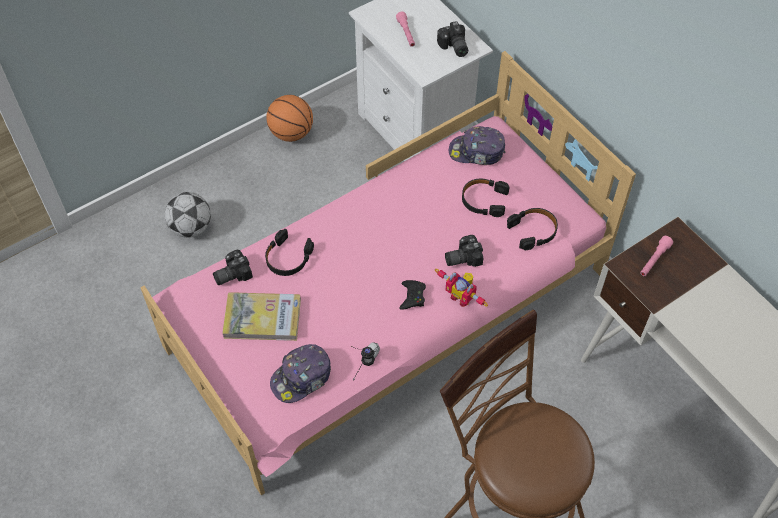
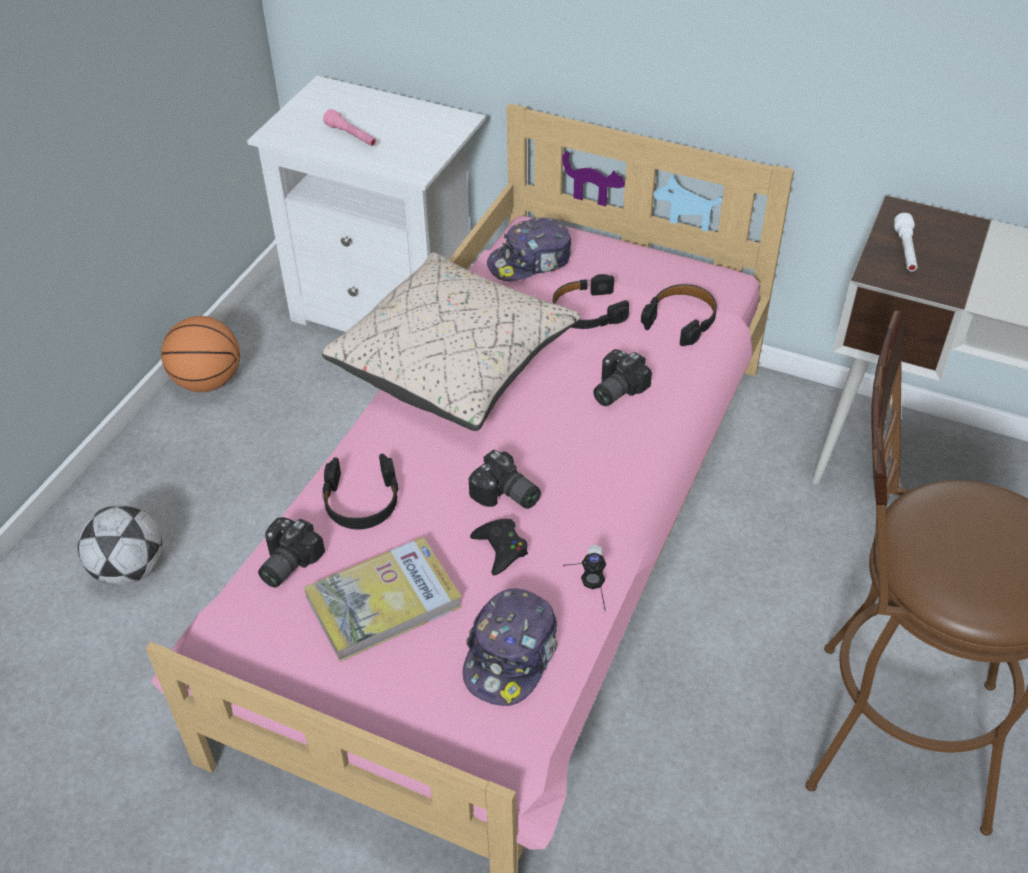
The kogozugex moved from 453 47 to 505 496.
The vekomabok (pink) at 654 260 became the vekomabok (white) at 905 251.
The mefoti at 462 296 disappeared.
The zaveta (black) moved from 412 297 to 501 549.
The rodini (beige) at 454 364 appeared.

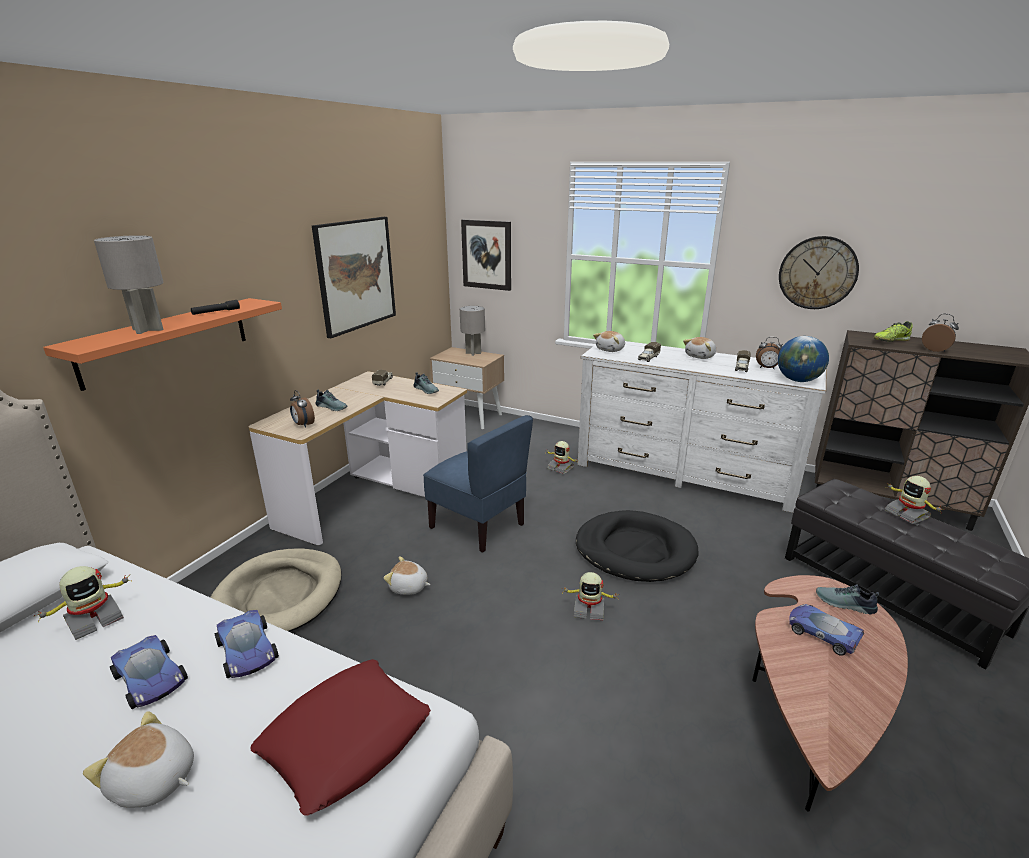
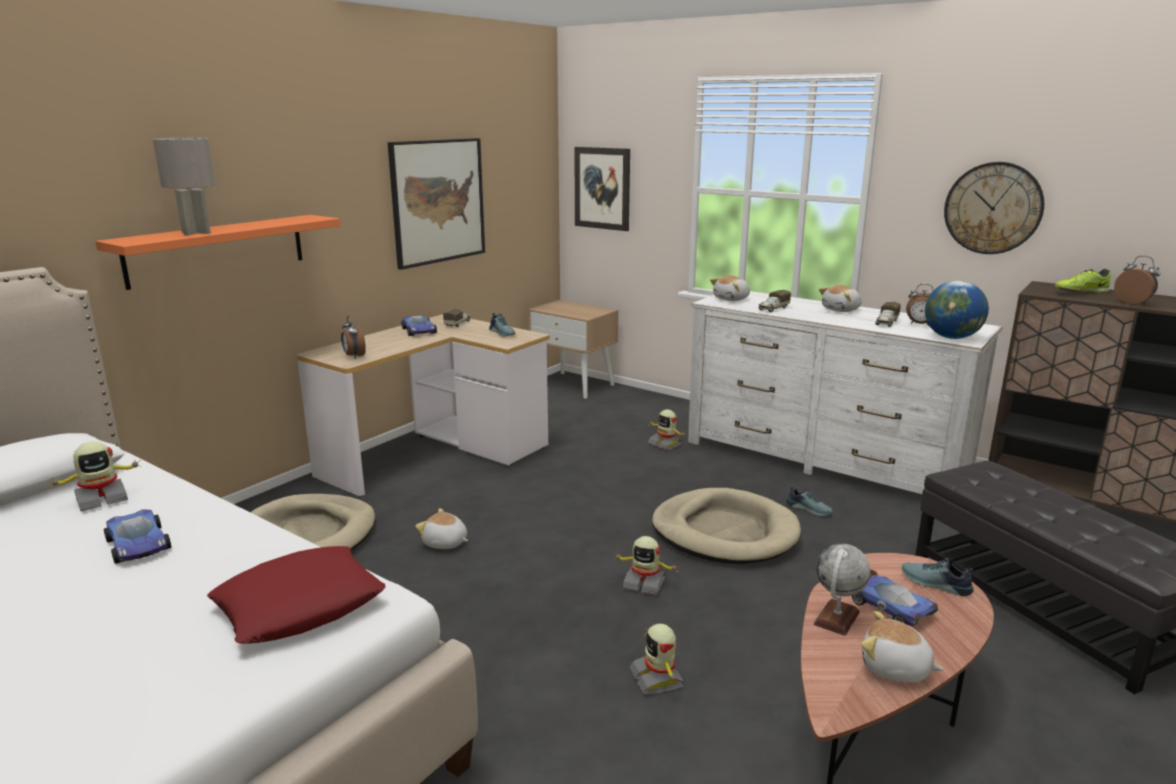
The vekomabok (black) at 216 312 disappeared.
The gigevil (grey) at 473 353 disappeared.
The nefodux moved from 332 407 to 809 509.
The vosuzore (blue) at 478 525 disappeared.
The mefoti moved from 907 514 to 658 678.
The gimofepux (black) at 635 550 became the gimofepux (beige) at 724 532.
The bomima moved from 247 651 to 419 331.
The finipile moved from 153 781 to 895 669.
The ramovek at 836 618 appeared.

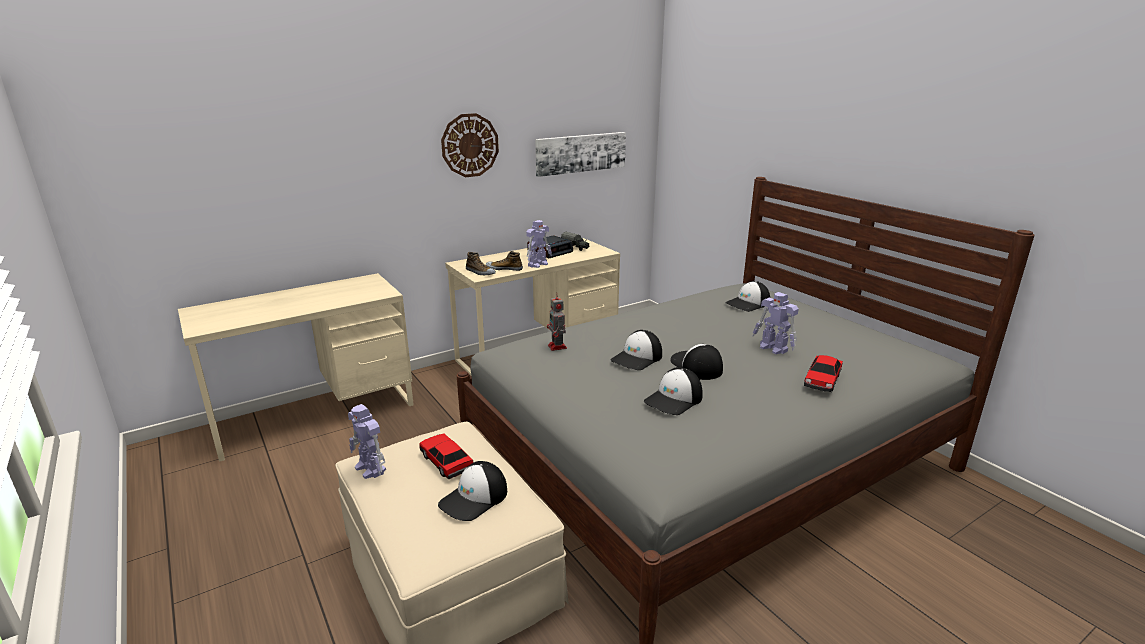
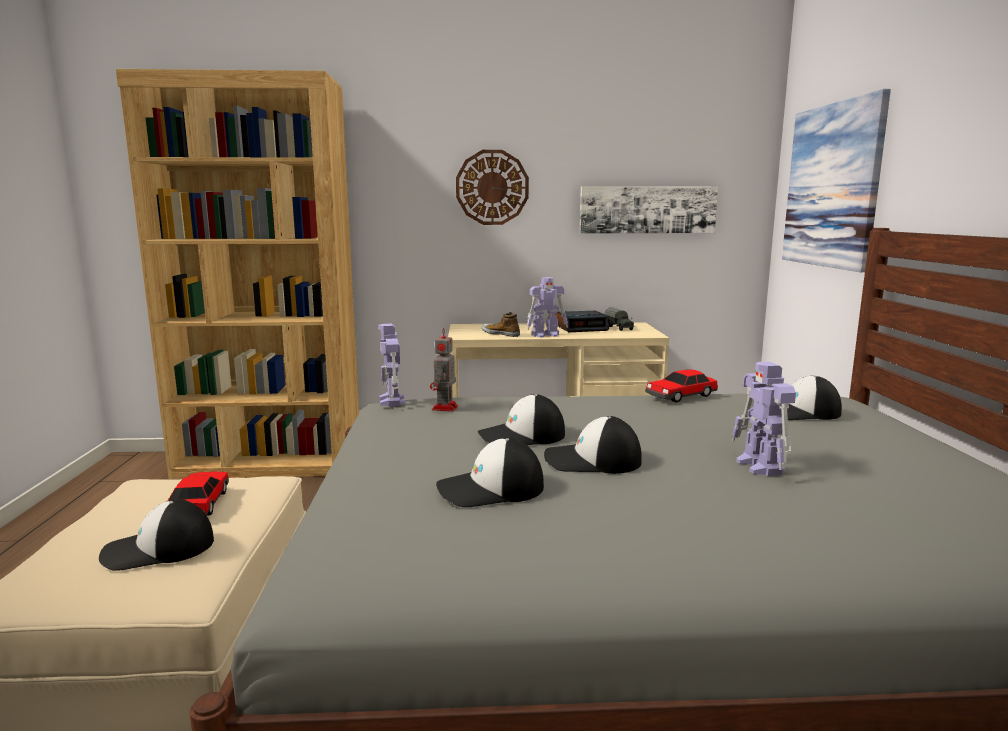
The nefodux at 480 272 disappeared.
The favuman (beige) at 315 413 was replaced by the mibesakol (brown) at 270 464.
The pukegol at 696 366 turned 90 degrees counterclockwise.
The bomima moved from 822 380 to 680 396.
The mefoti moved from 370 469 to 392 401.
The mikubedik at 832 186 appeared.

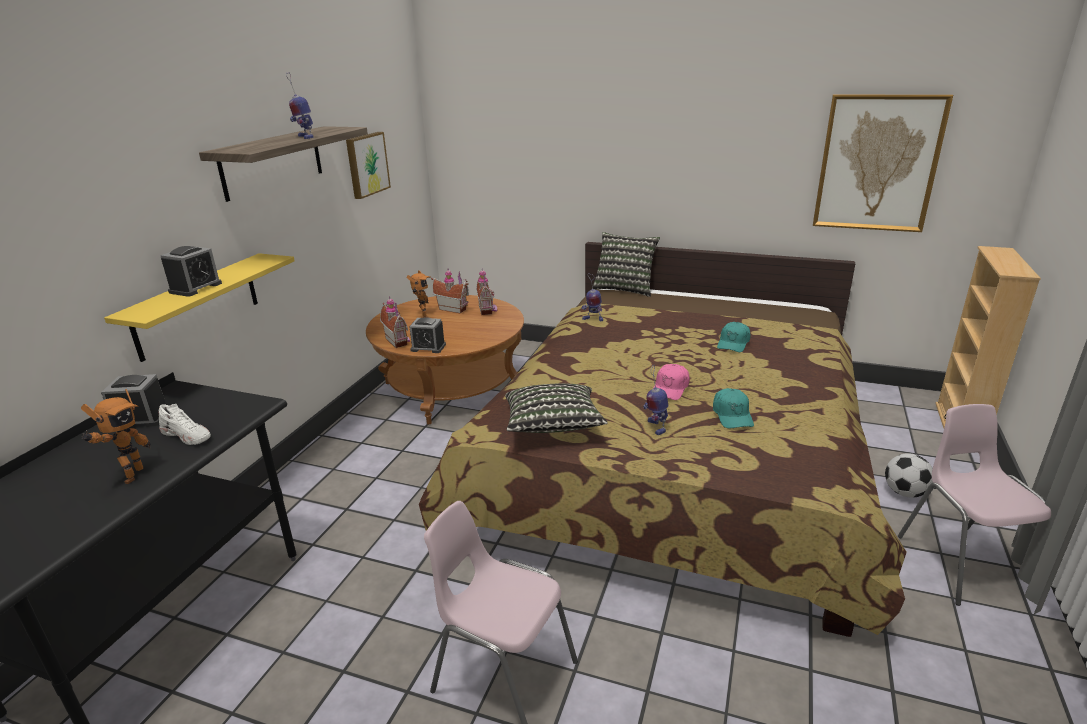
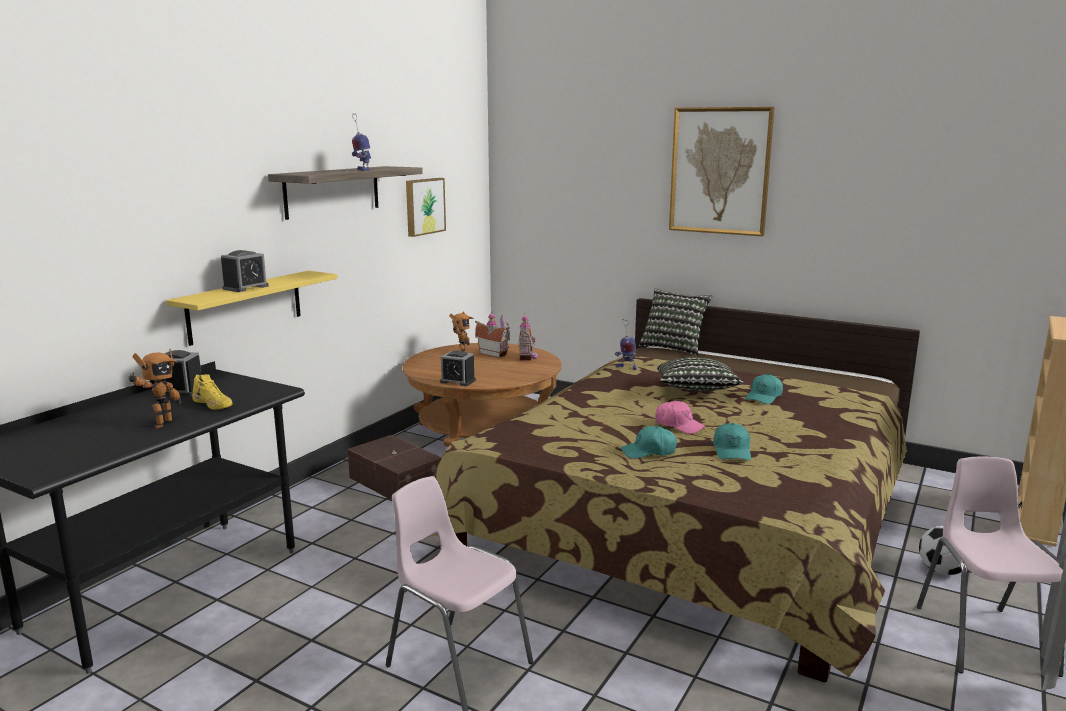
The mikubedik moved from 877 163 to 720 171.
The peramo at 398 341 disappeared.
The mefoti at 655 427 was replaced by the pukegol (turquoise) at 649 452.
The pukegol (pink) at 670 388 turned 90 degrees counterclockwise.
The rodini moved from 552 426 to 696 391.
The nefodux (white) at 187 435 became the nefodux (yellow) at 213 404.
The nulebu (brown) at 396 481 appeared.

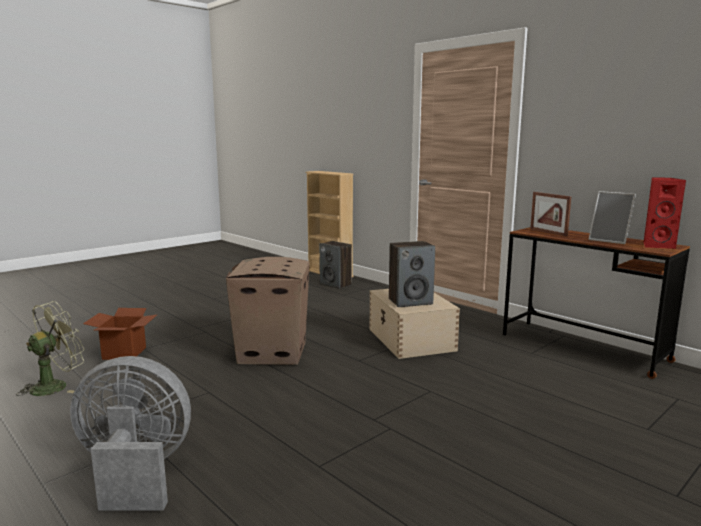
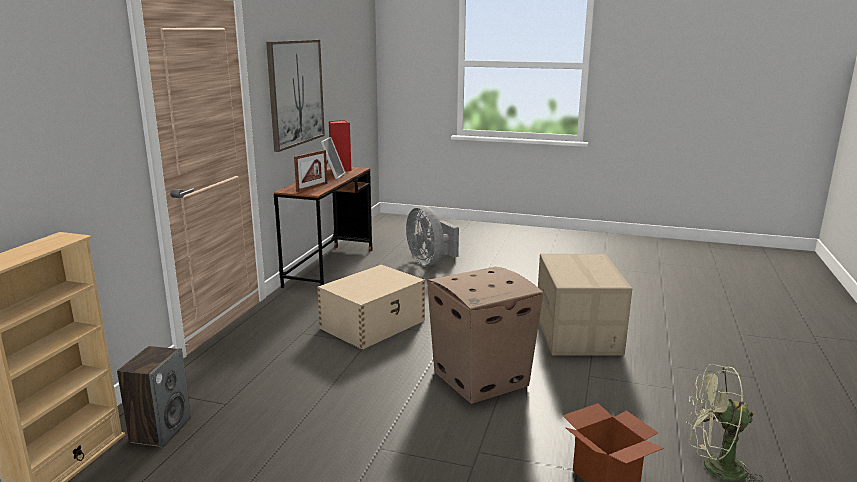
The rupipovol at 410 301 disappeared.
The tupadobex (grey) moved from 135 473 to 430 262.
The mikubedik at 295 93 appeared.
The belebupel at 578 333 appeared.

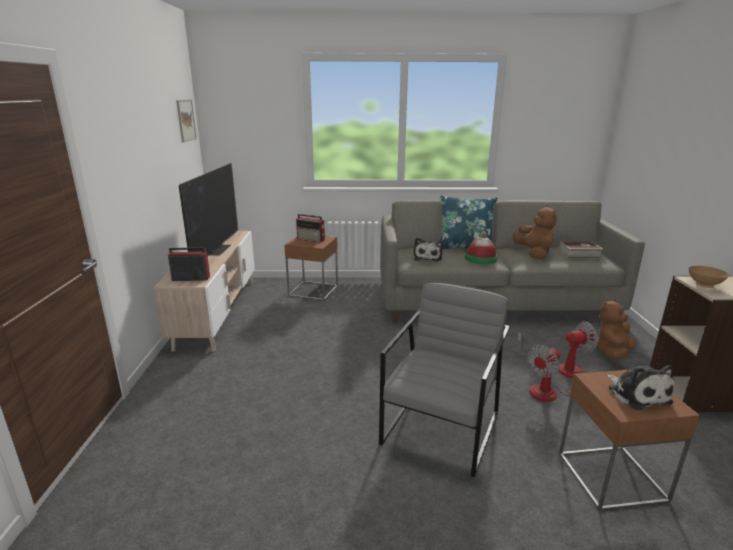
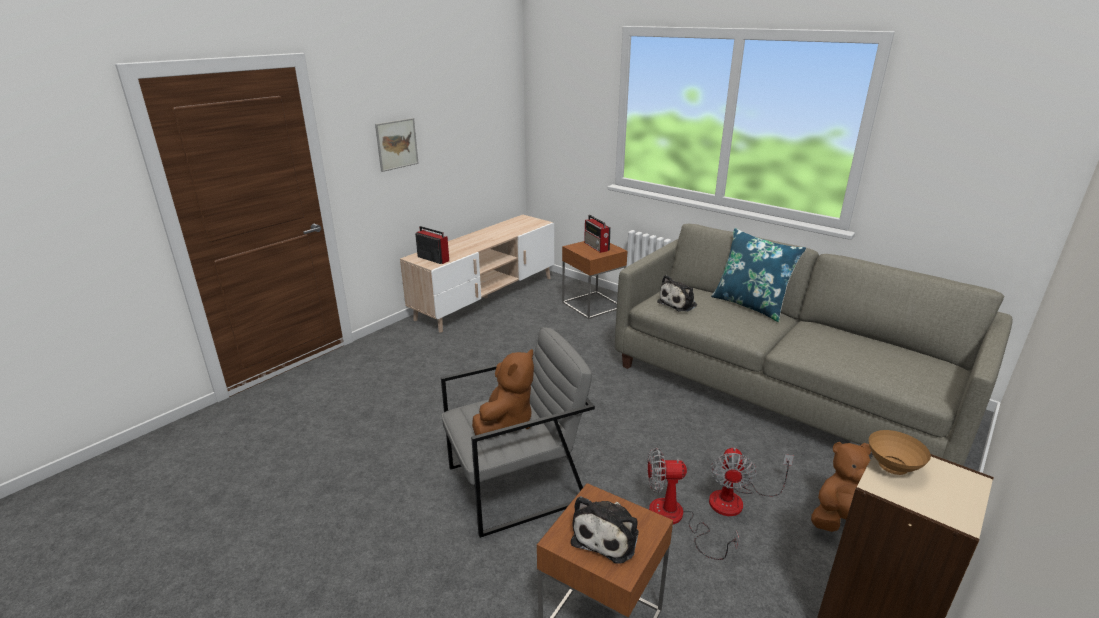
The mikubedik moved from 186 120 to 396 144.
The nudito at 216 249 disappeared.
The finipile (brown) moved from 533 254 to 506 422.
The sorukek at 480 259 disappeared.
The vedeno at 579 255 disappeared.
The tupadobex at 561 368 turned 75 degrees clockwise.

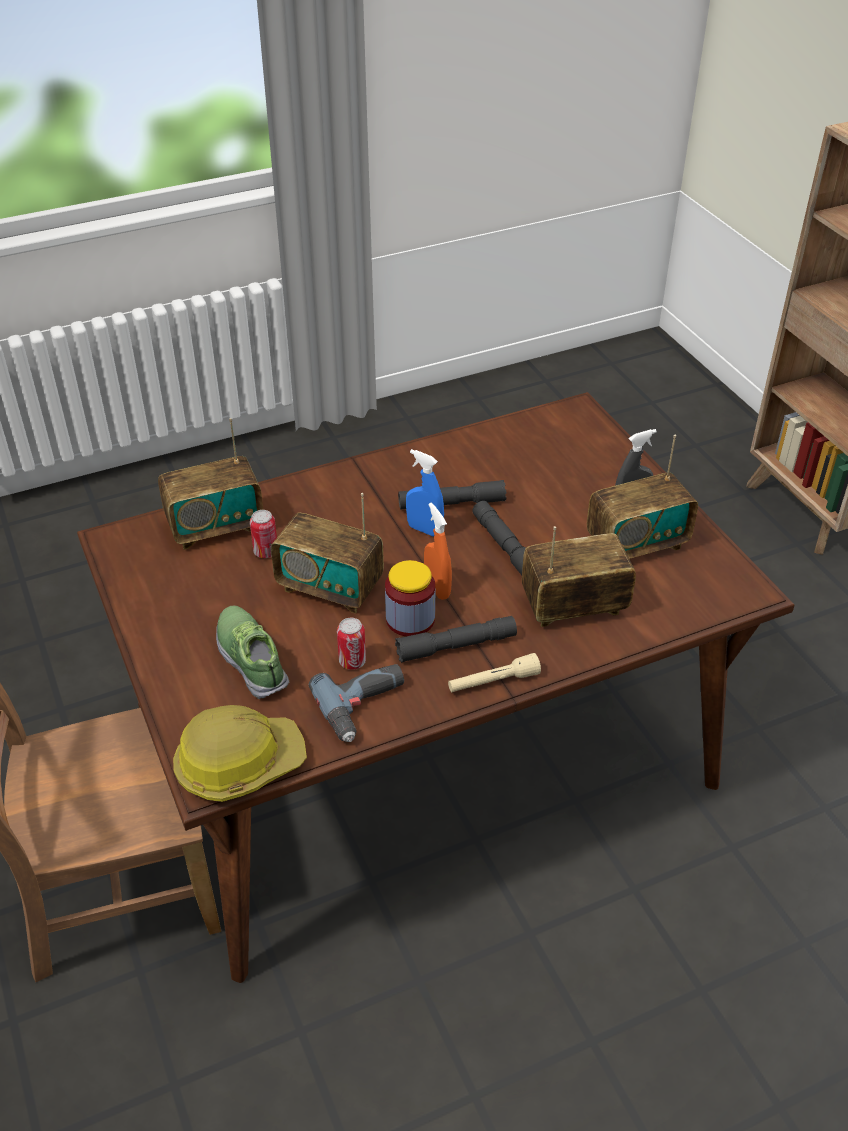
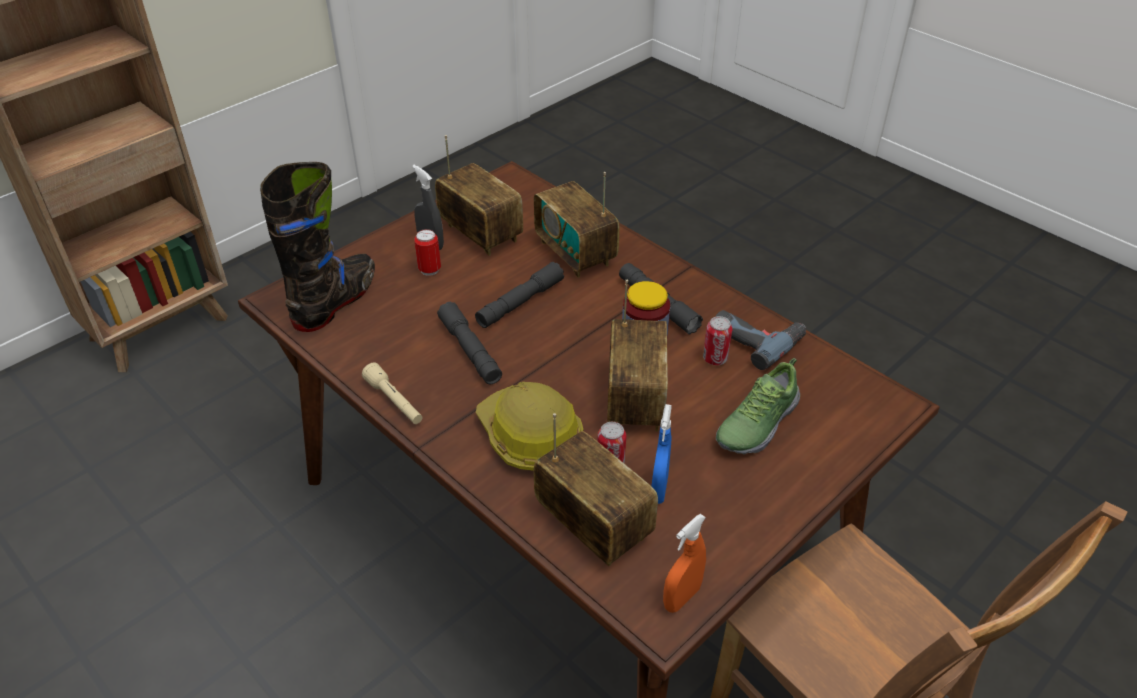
The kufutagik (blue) moved from 424 530 to 659 489.
The kufutagik (orange) moved from 437 588 to 681 597.
The vekomabok (beige) moved from 493 682 to 394 402.
The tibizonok moved from 239 764 to 529 437.
The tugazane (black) at 336 302 appeared.
The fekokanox at 429 270 appeared.

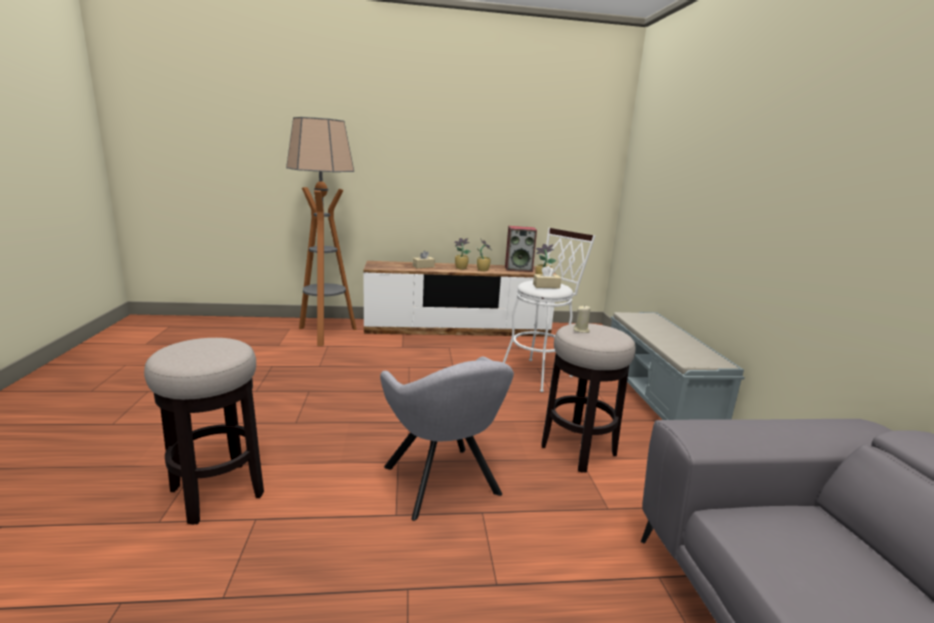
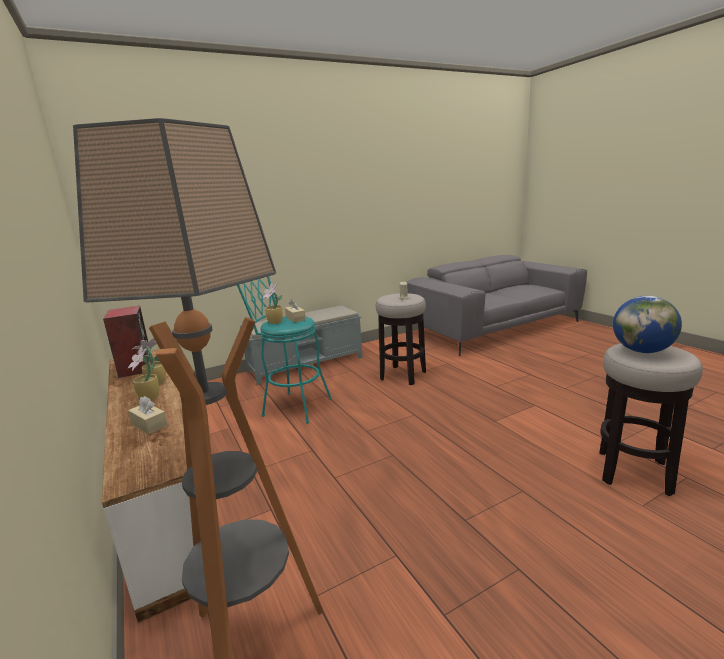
The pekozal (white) at 539 373 became the pekozal (turquoise) at 292 406.
The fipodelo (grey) at 443 484 disappeared.
The ramovek at 642 351 appeared.

